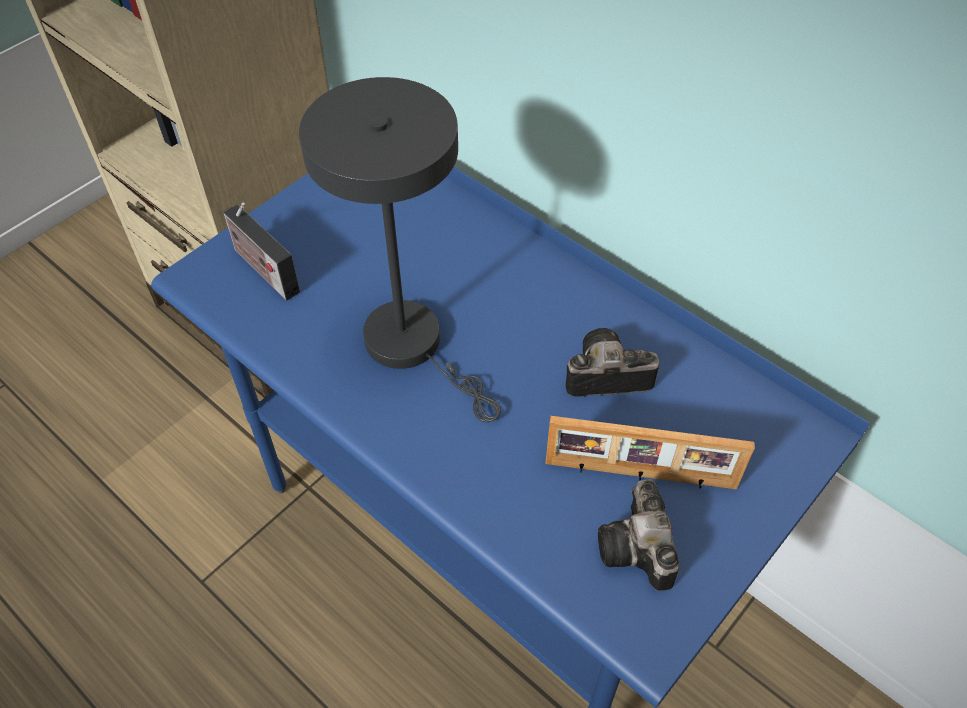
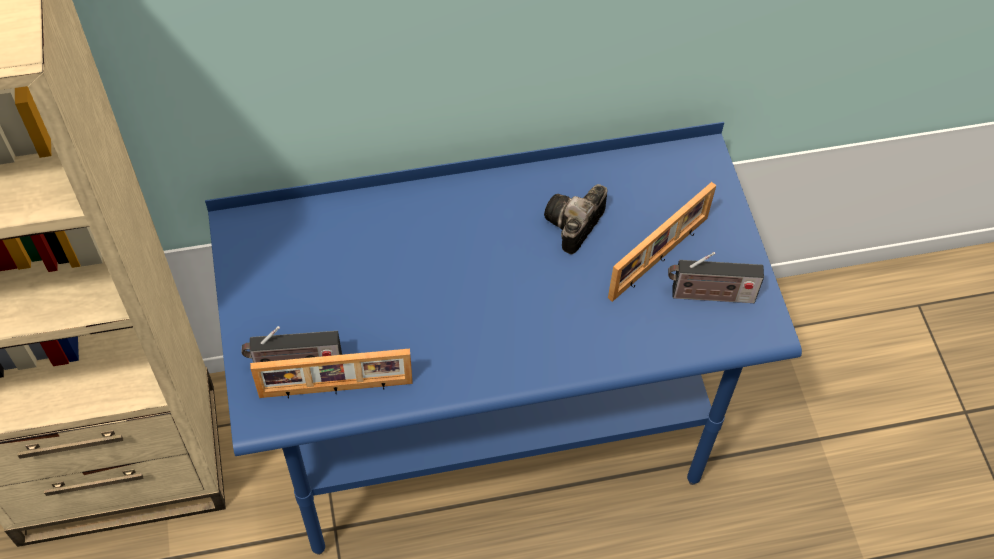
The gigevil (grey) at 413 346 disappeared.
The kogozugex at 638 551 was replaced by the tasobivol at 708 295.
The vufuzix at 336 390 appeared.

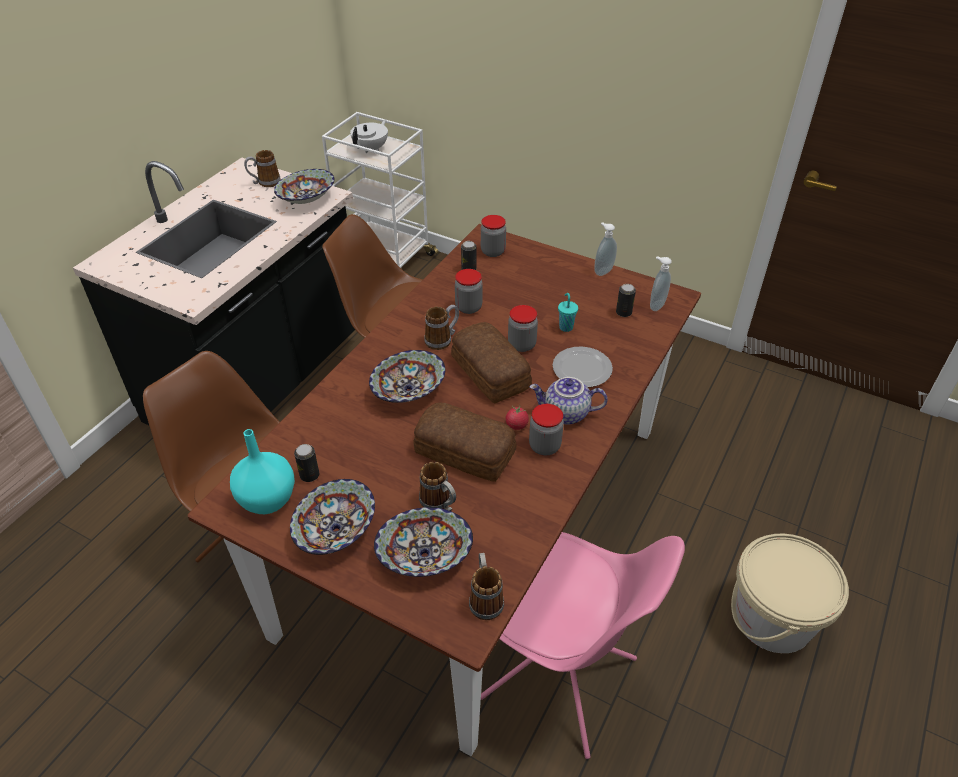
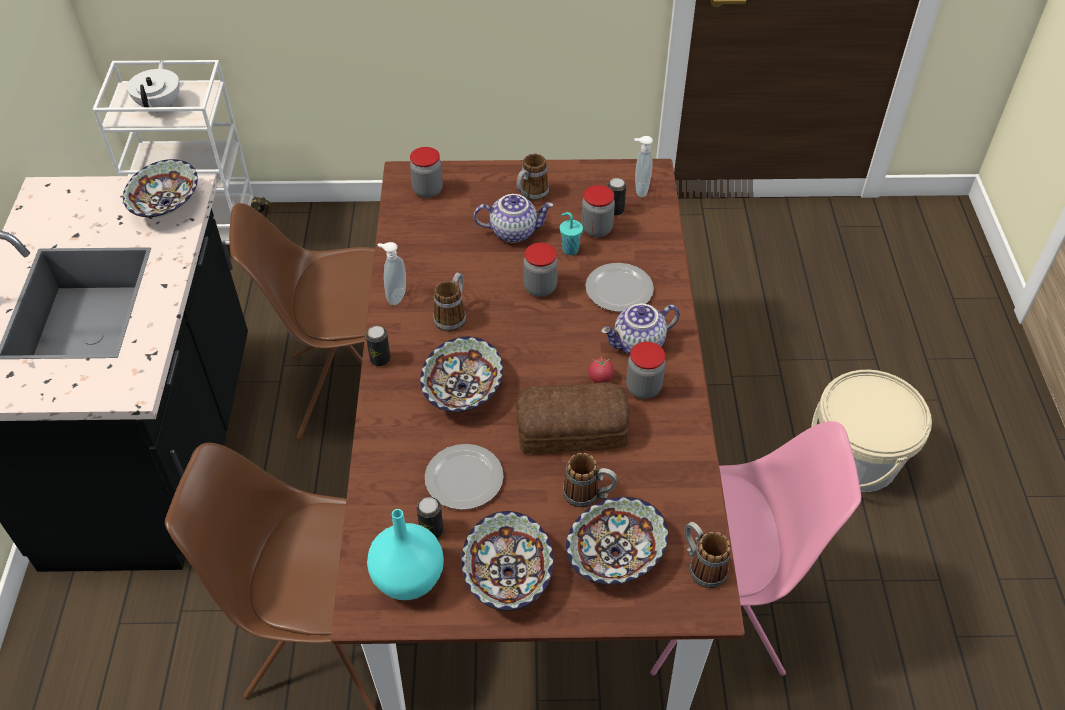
The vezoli moved from 265 183 to 530 196.
The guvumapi moved from 602 271 to 395 296.
The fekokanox moved from 468 269 to 380 359.
The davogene moved from 468 307 to 596 229.
The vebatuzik at 490 373 disappeared.
The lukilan at 514 231 appeared.
The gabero at 465 479 appeared.

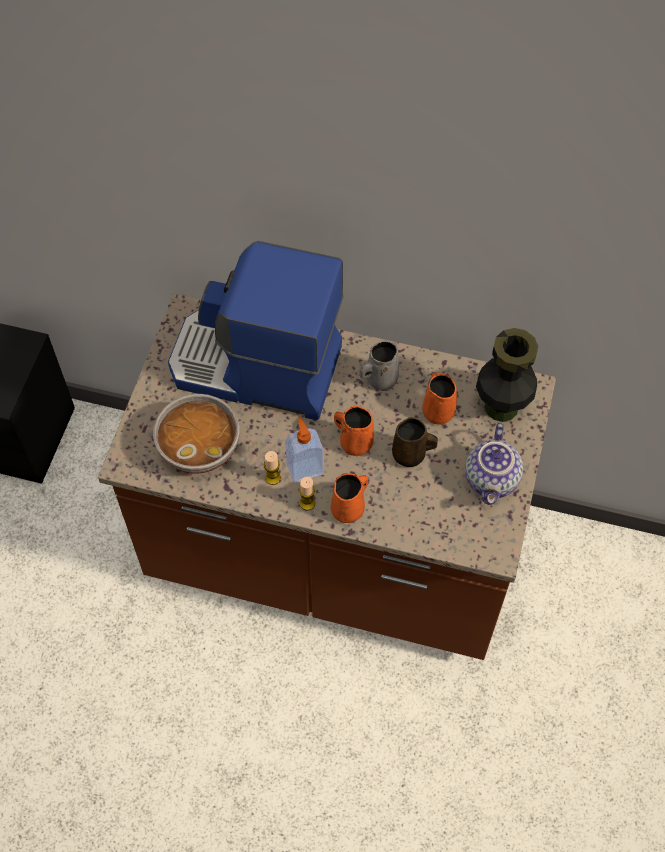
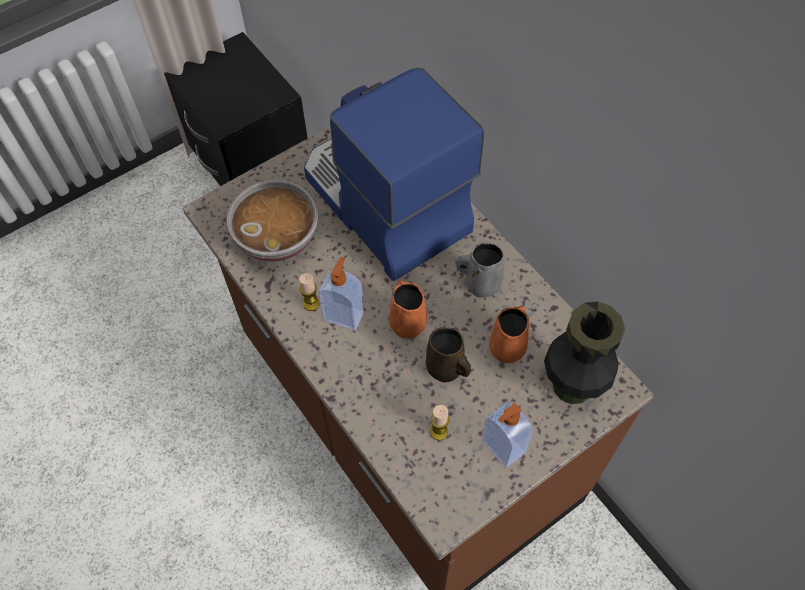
The lukilan at 492 480 was replaced by the guvumapi at 501 447.
The vezoli (orange) at 349 508 disappeared.
The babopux moved from 307 503 to 439 431.

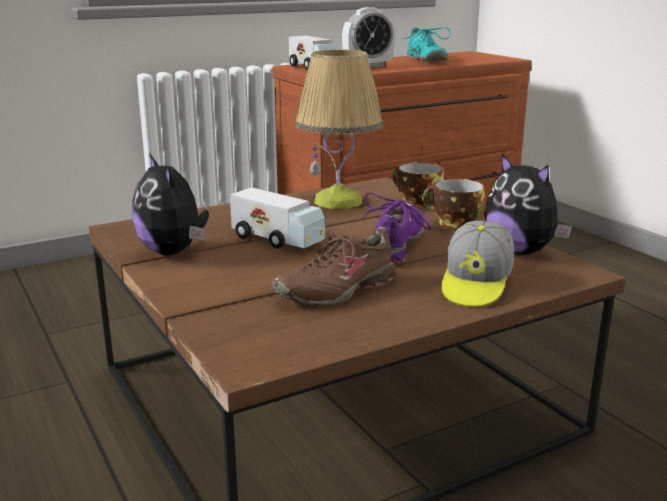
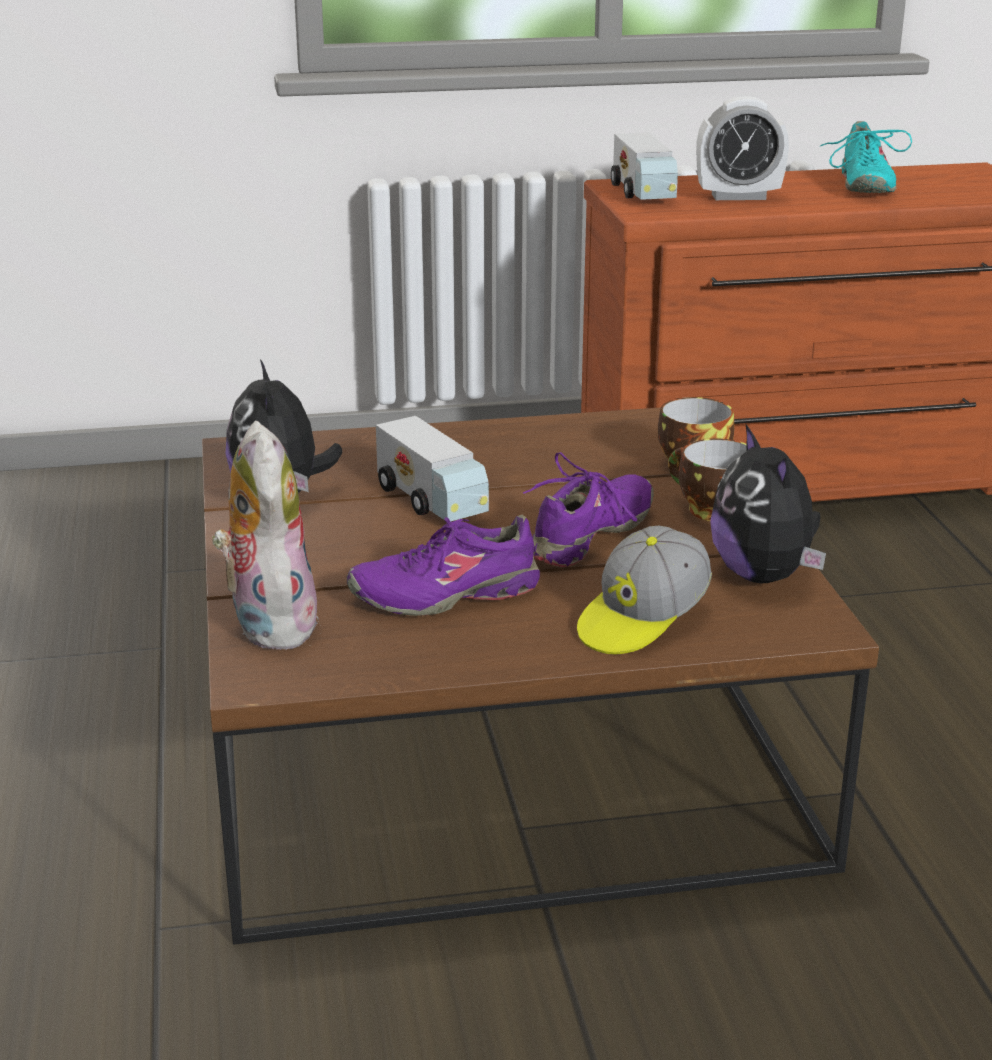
The gigevil at 339 201 disappeared.
The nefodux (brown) at 336 290 became the nefodux (purple) at 445 594.
The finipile at 268 623 appeared.

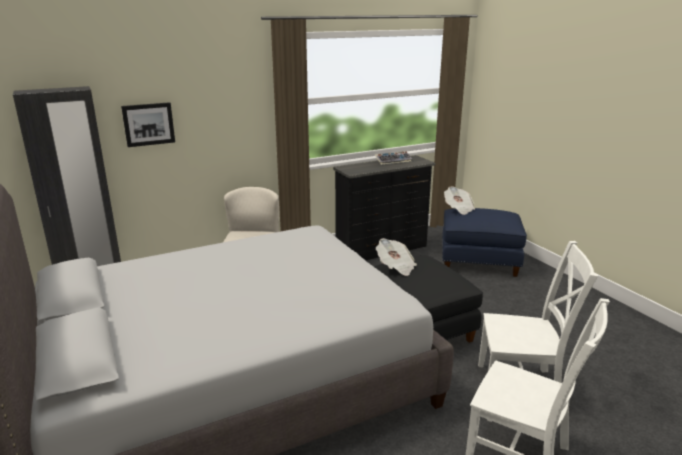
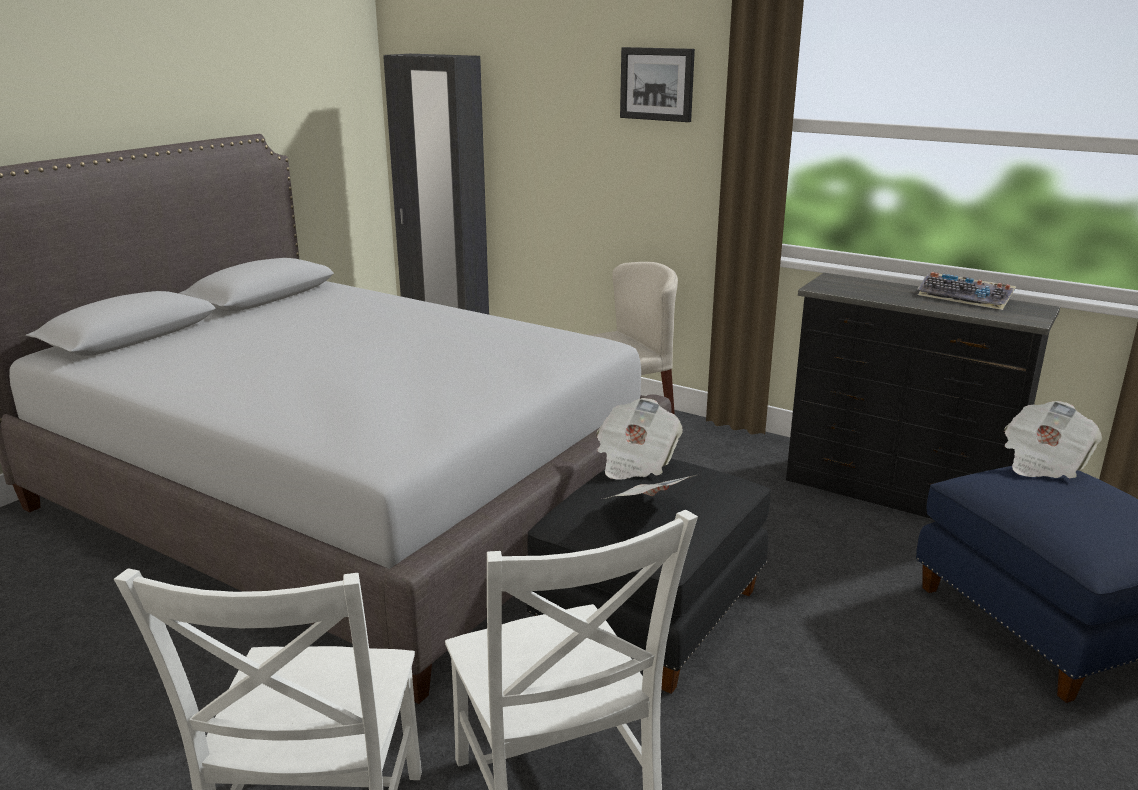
The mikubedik moved from 148 124 to 657 84.
The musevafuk at 648 510 appeared.

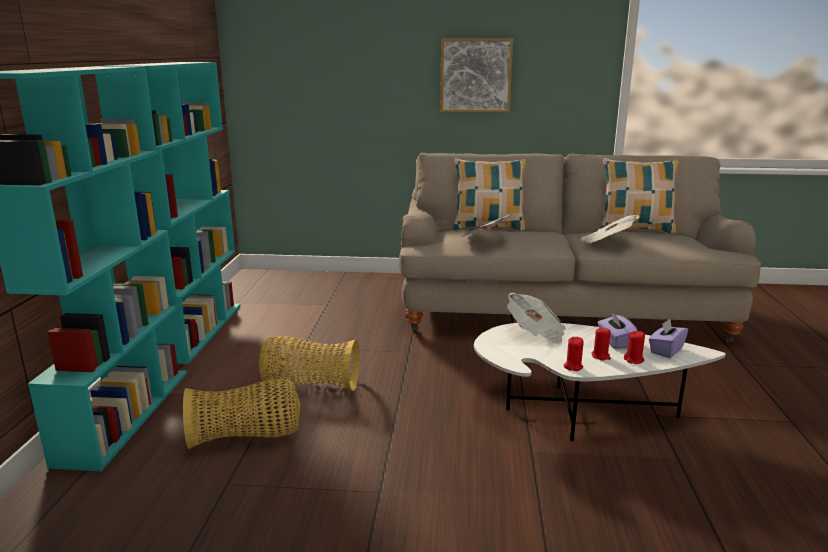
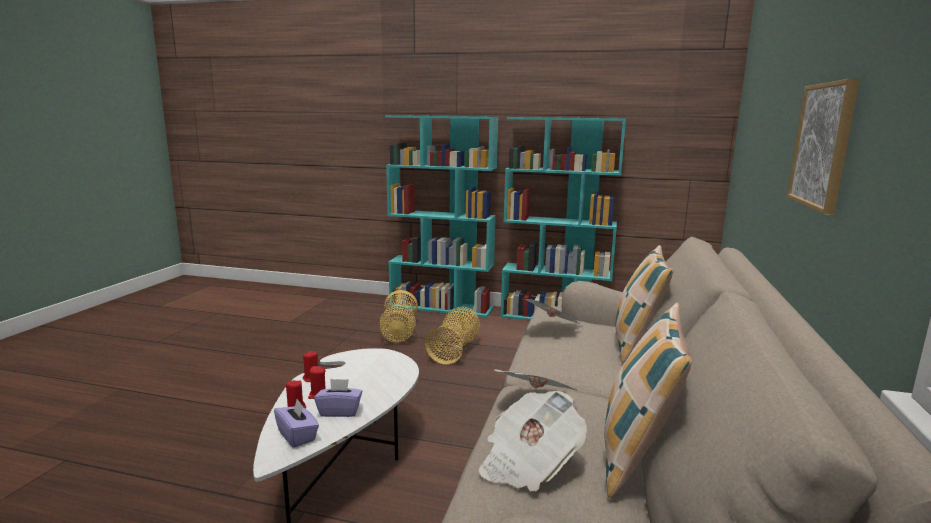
The musevafuk moved from 536 333 to 528 463.

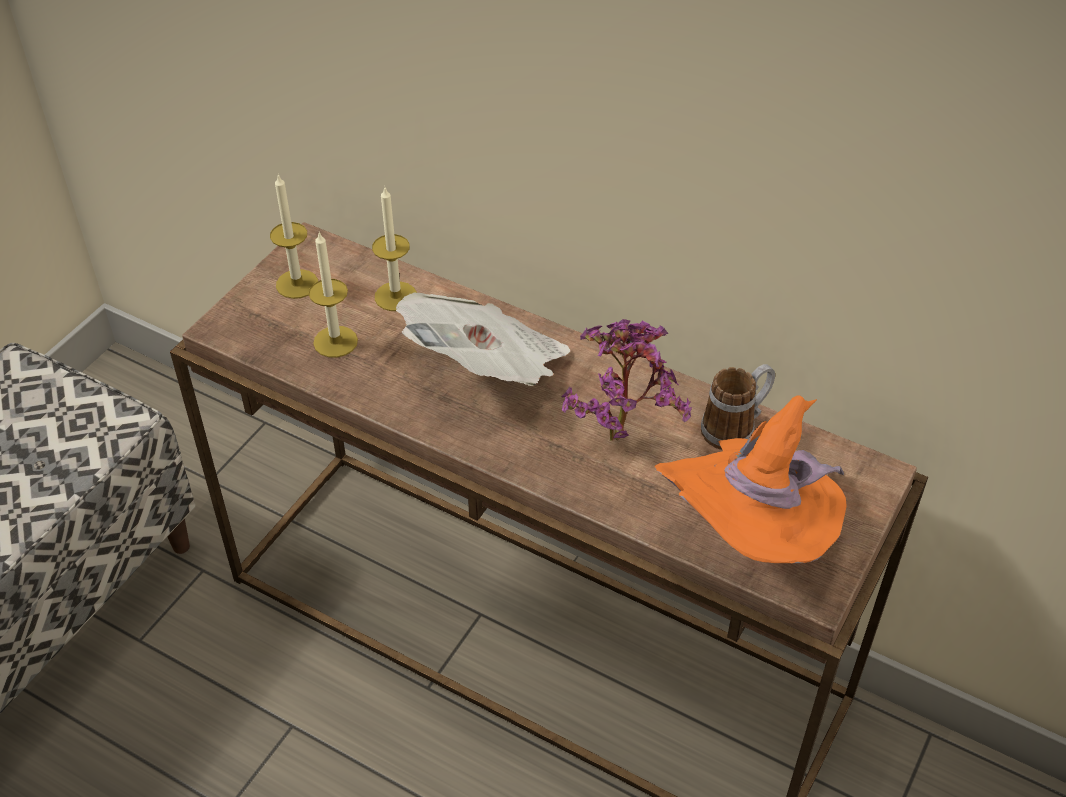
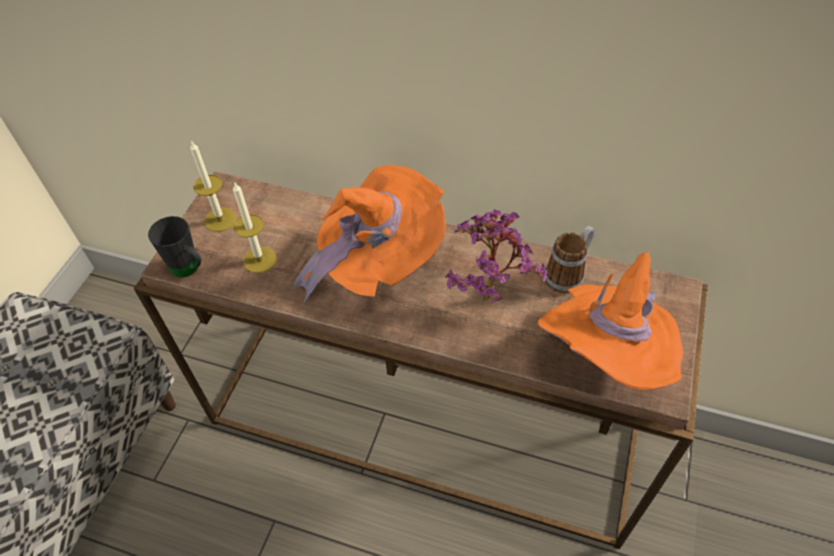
The babopux at 395 296 disappeared.
The musevafuk at 487 369 was replaced by the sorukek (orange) at 378 261.
The vezoli (black) at 190 270 appeared.

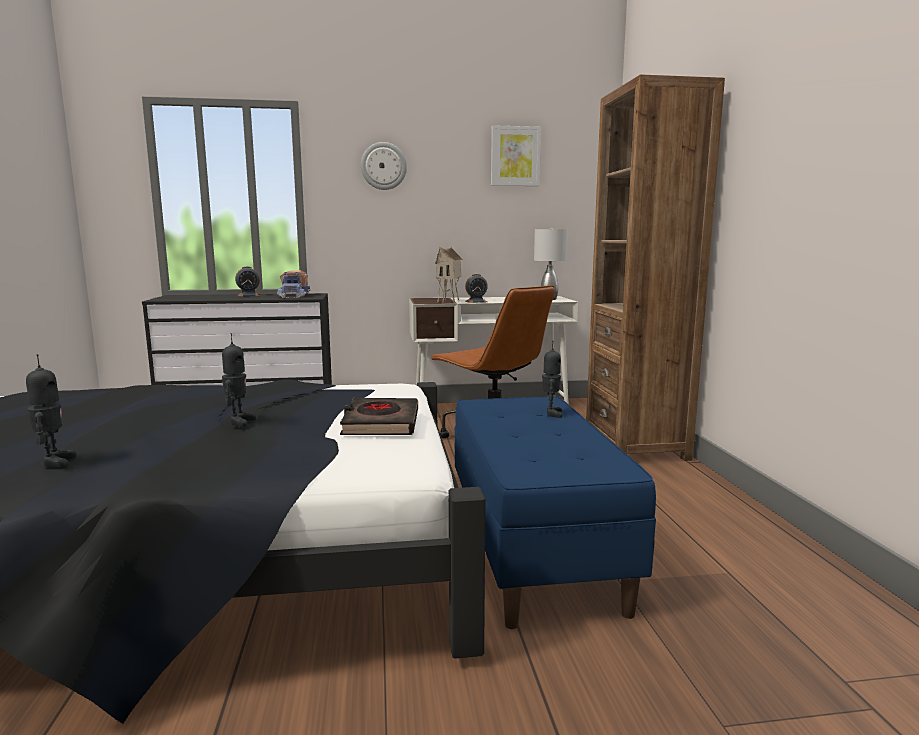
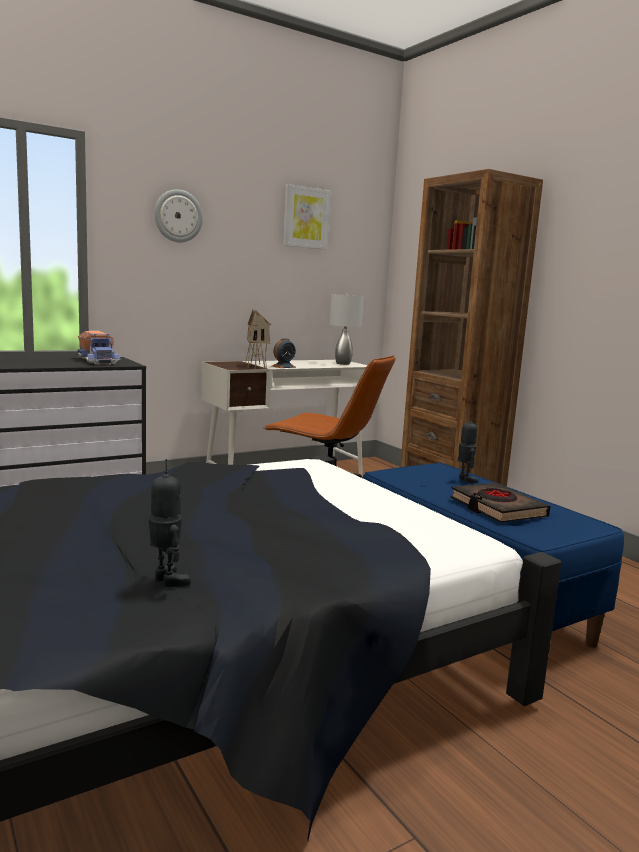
The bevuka at 248 295 disappeared.
The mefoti at 239 422 disappeared.
The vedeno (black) moved from 380 423 to 497 508.

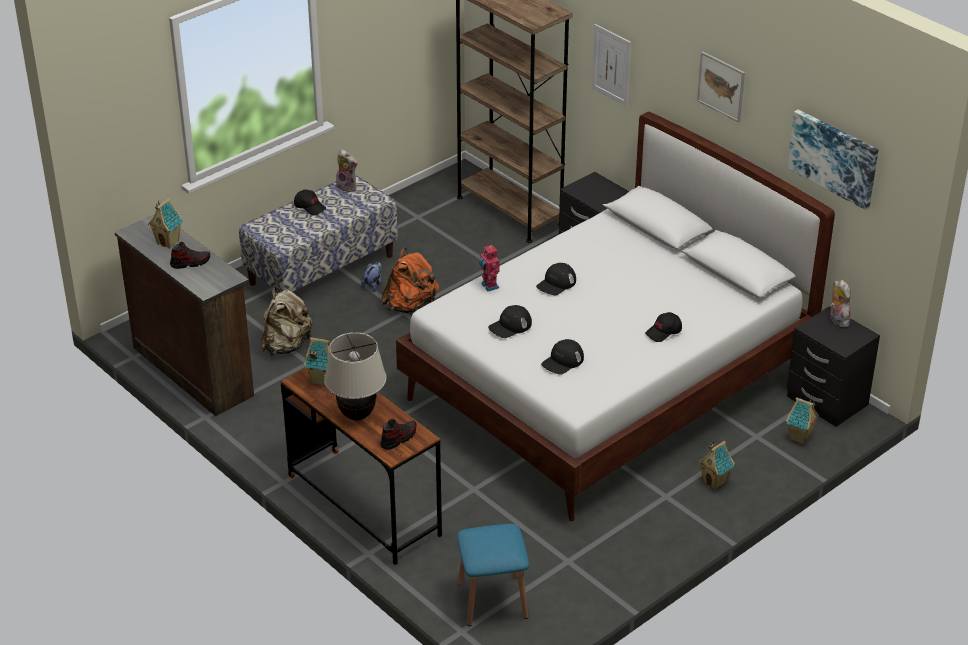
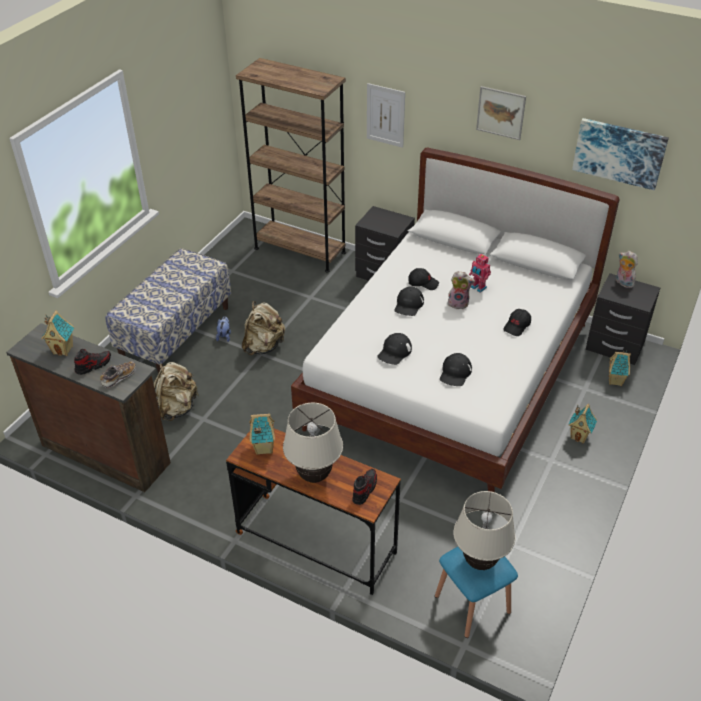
The finipile moved from 348 186 to 458 303.
The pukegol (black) moved from 310 207 to 423 283.
The mefoti moved from 489 286 to 478 288.
The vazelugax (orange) at 411 306 became the vazelugax (beige) at 263 346.
The nefodux at 119 377 appeared.
The gigevil (beige) at 480 561 appeared.

